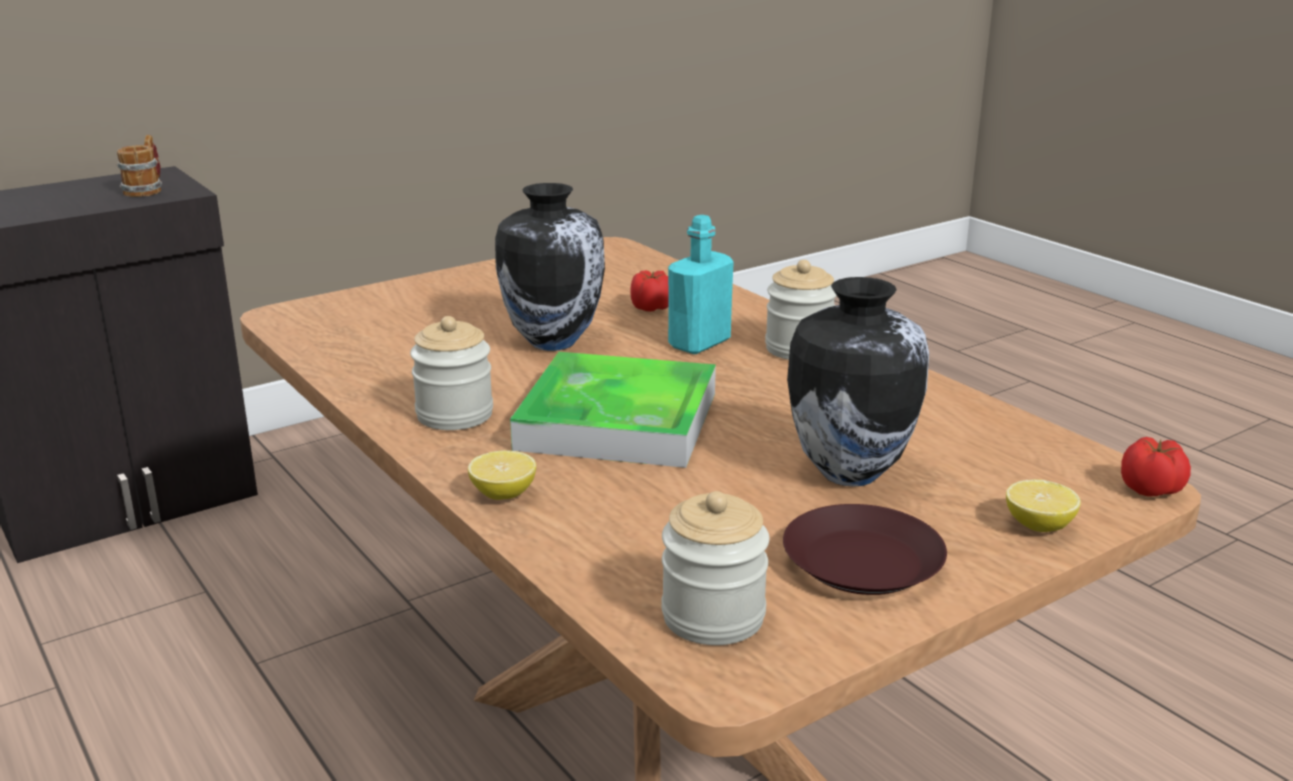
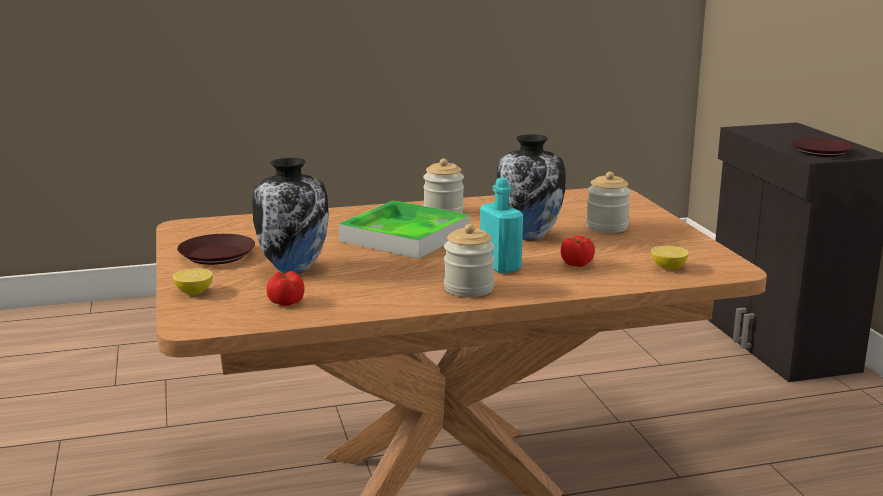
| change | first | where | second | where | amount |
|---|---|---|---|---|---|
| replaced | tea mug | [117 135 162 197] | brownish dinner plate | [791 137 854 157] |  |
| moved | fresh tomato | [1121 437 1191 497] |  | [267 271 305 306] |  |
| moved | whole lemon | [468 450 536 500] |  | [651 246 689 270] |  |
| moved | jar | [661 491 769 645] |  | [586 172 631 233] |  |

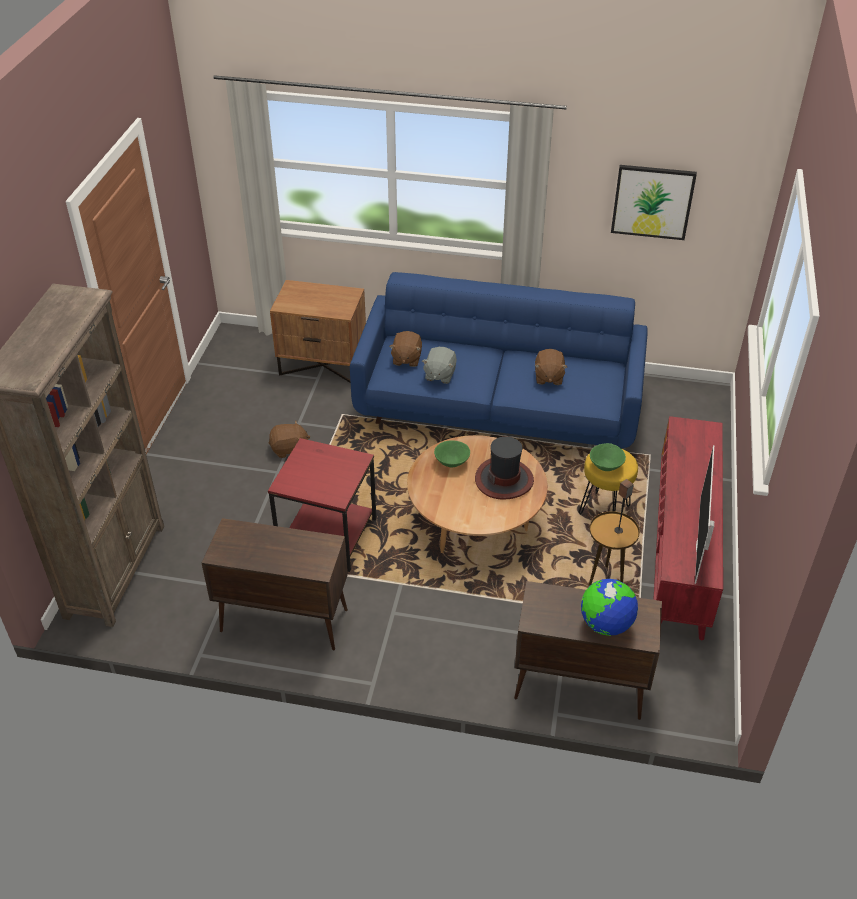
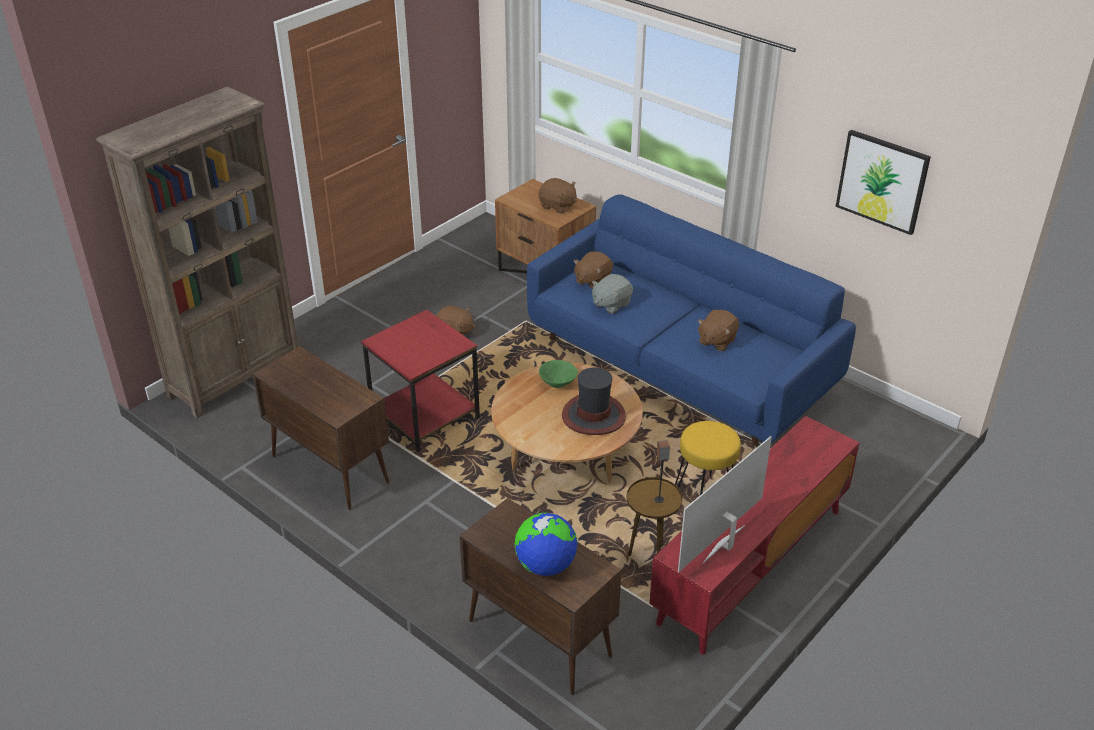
| change | first | where | second | where | amount |
|---|---|---|---|---|---|
| removed | greenish deep dish | [590 443 626 471] |  |  |  |
| added |  |  | brownish plush toy | [538 178 577 213] |  |

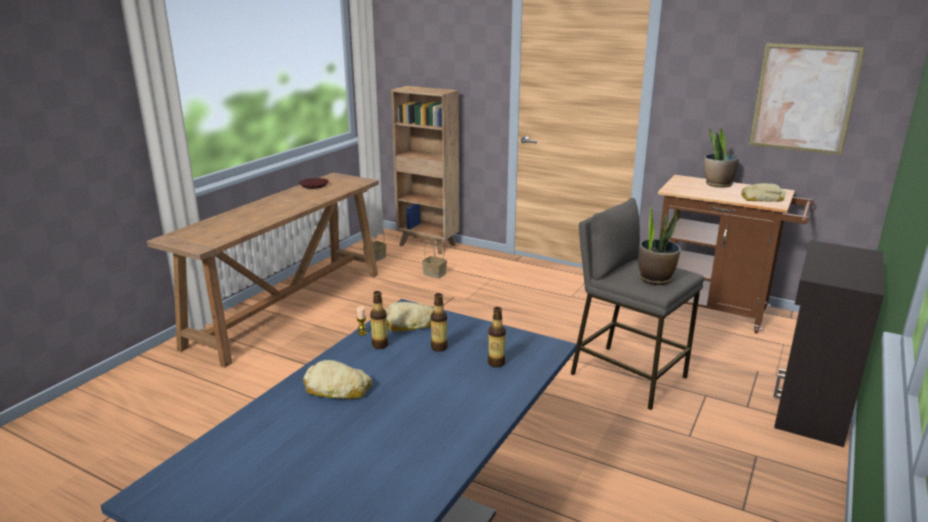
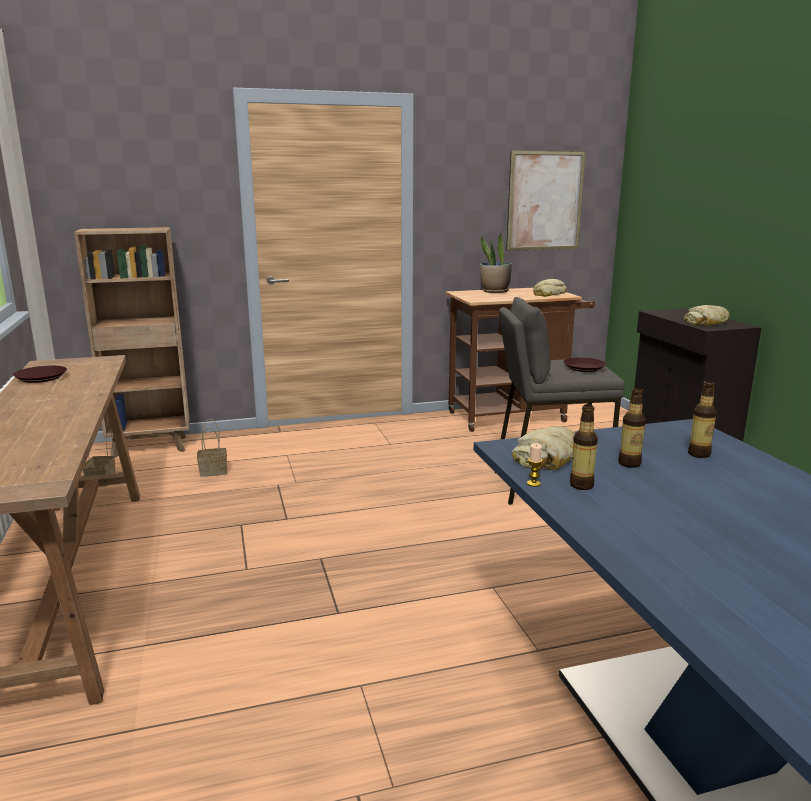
| change | first | where | second | where | amount |
|---|---|---|---|---|---|
| replaced | potted plant | [638 204 681 285] | brownish dinner plate | [563 358 606 372] |  |
| moved | bread | [303 360 372 399] |  | [684 305 729 326] |  |

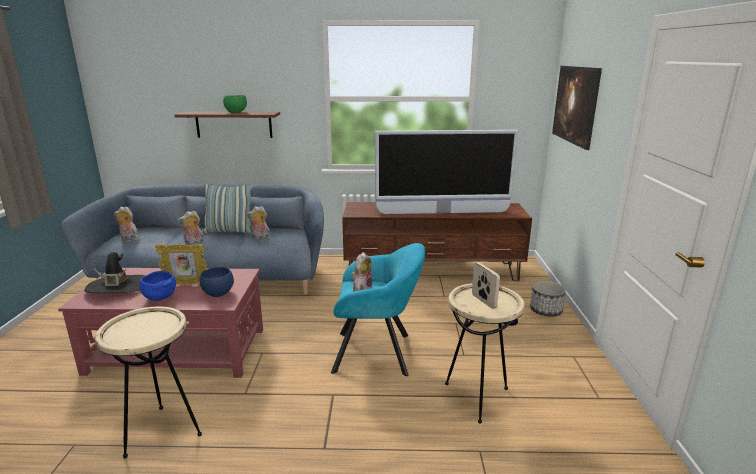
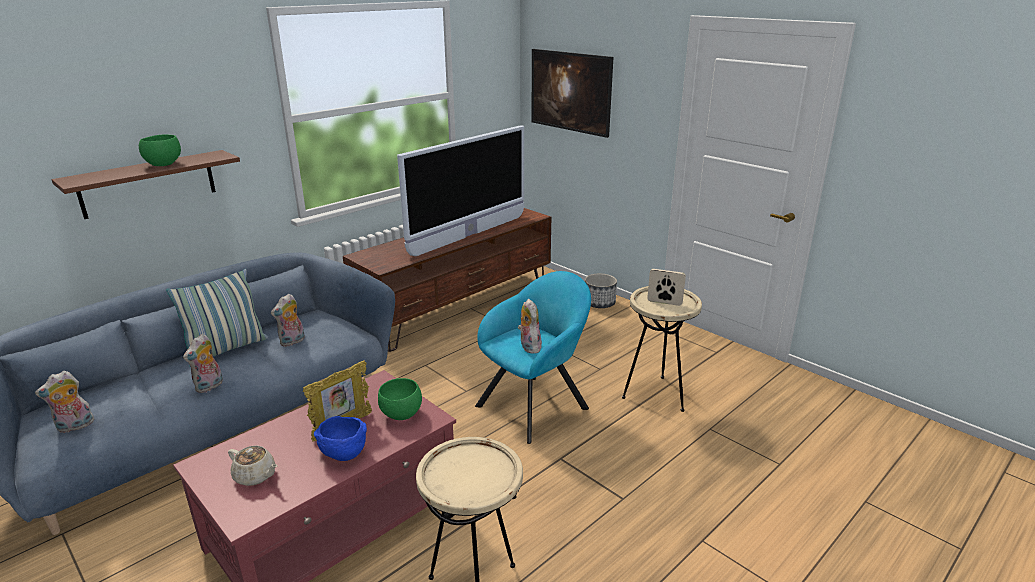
| change | first | where | second | where | amount |
|---|---|---|---|---|---|
| replaced | black-coloured hat | [84 252 146 293] | beige-coloured pot for tea | [228 446 278 486] |  |
| recoloured | blue deep dish | [200 267 234 297] | greenish deep dish | [378 378 422 420] |  |

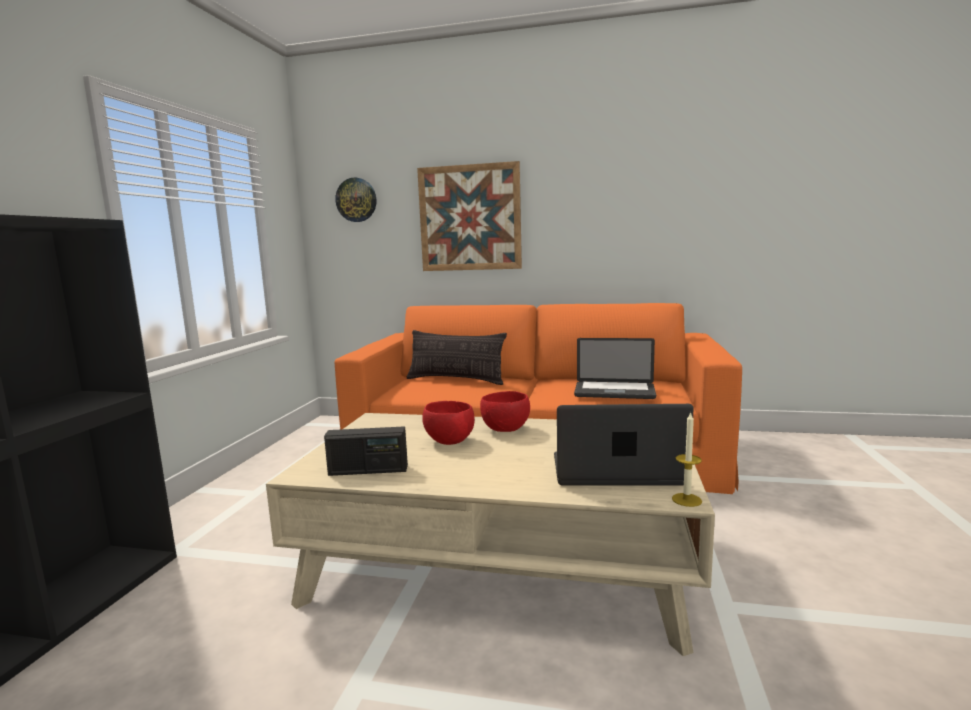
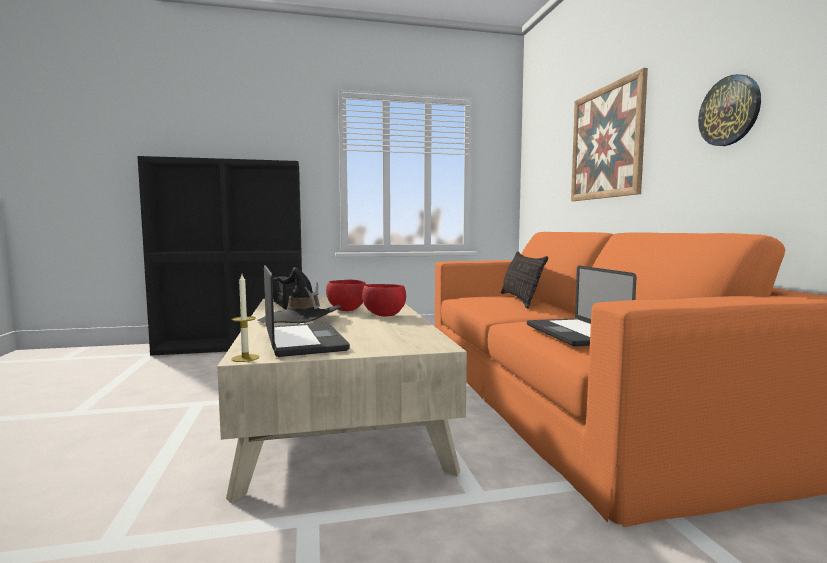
| change | first | where | second | where | amount |
|---|---|---|---|---|---|
| moved | clock on the wall | [335 177 377 222] |  | [698 74 761 146] |  |
| added |  |  | black-coloured hat | [257 267 341 323] |  |

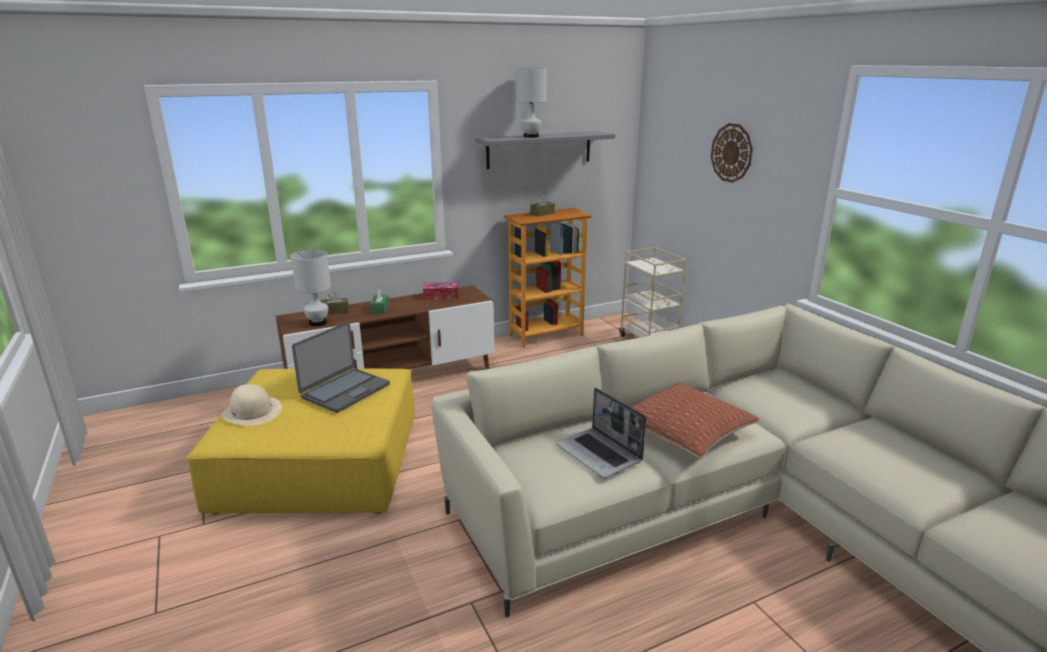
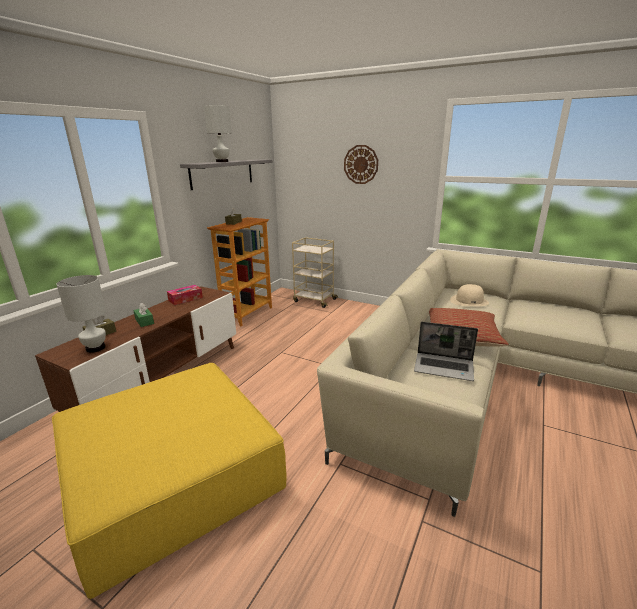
| change | first | where | second | where | amount |
|---|---|---|---|---|---|
| removed | portable computer | [292 322 390 413] |  |  |  |
| moved | beige-coloured hat | [221 384 282 426] |  | [450 284 489 306] |  |

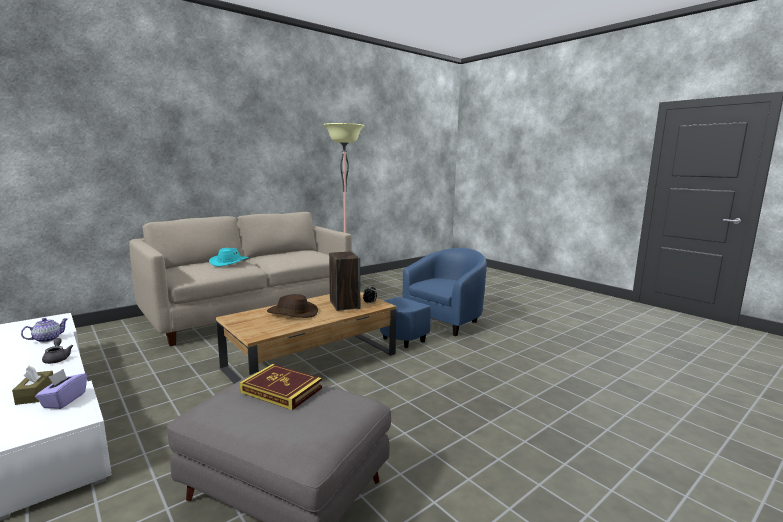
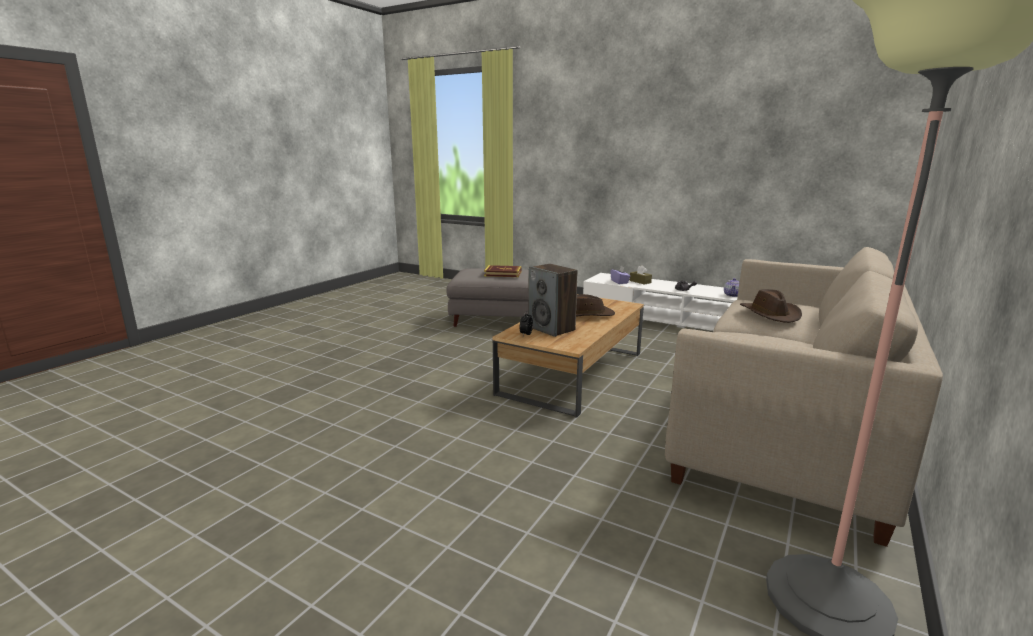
| change | first | where | second | where | amount |
|---|---|---|---|---|---|
| recoloured | turquoise-coloured hat | [209 248 249 267] | brownish hat | [740 289 802 323] |  |
| removed | blue armchair | [380 248 487 348] |  |  |  |

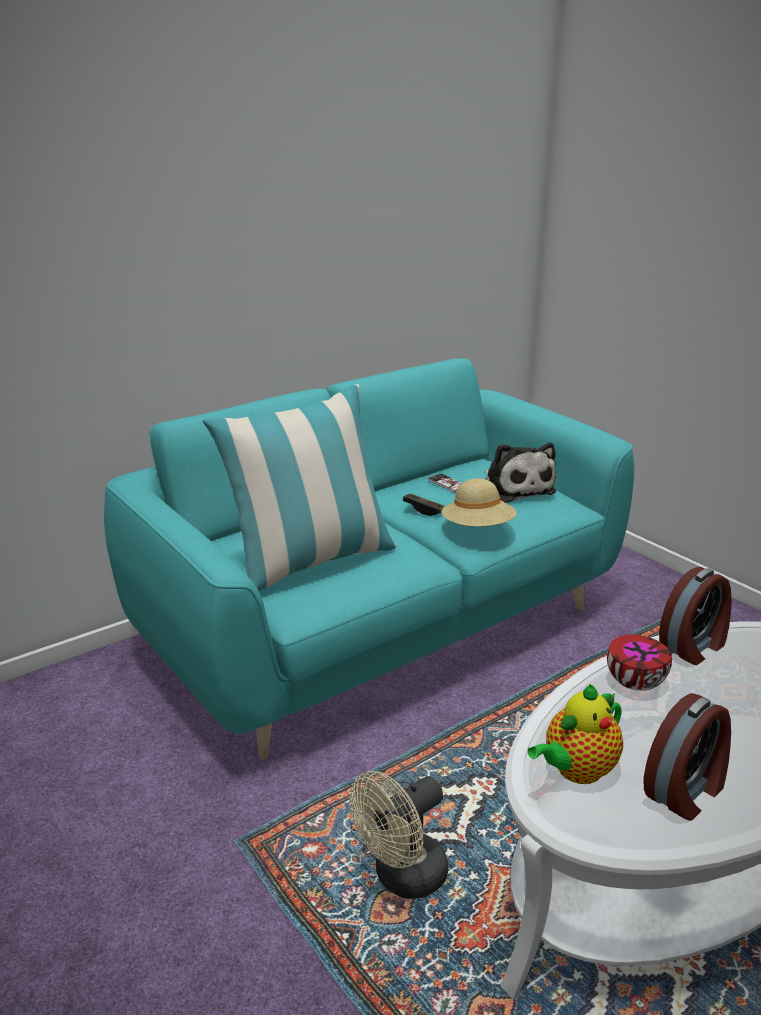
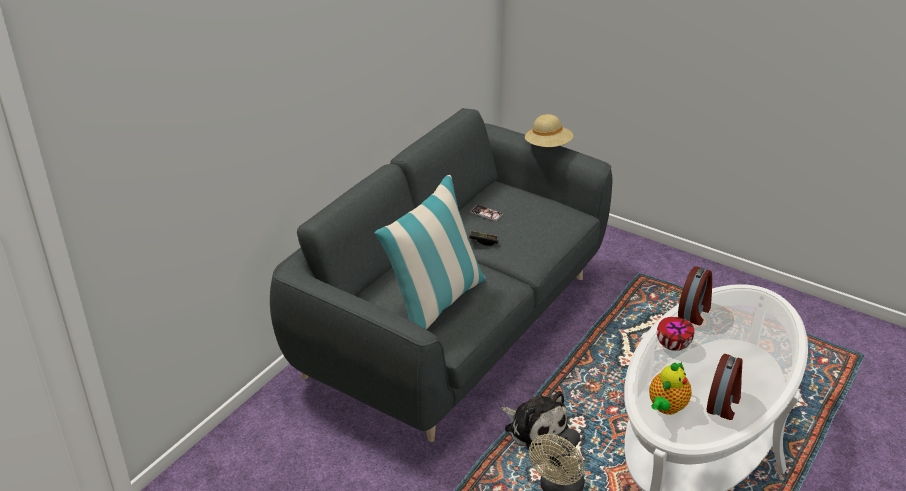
| change | first | where | second | where | amount |
|---|---|---|---|---|---|
| recoloured | turquoise-coloured sofa | [104 358 634 760] | gray sofa | [270 108 612 442] |  |
| moved | plush toy | [485 443 556 503] |  | [501 391 569 451] |  |
| moved | beige-coloured hat | [441 478 517 527] |  | [525 114 573 147] |  |

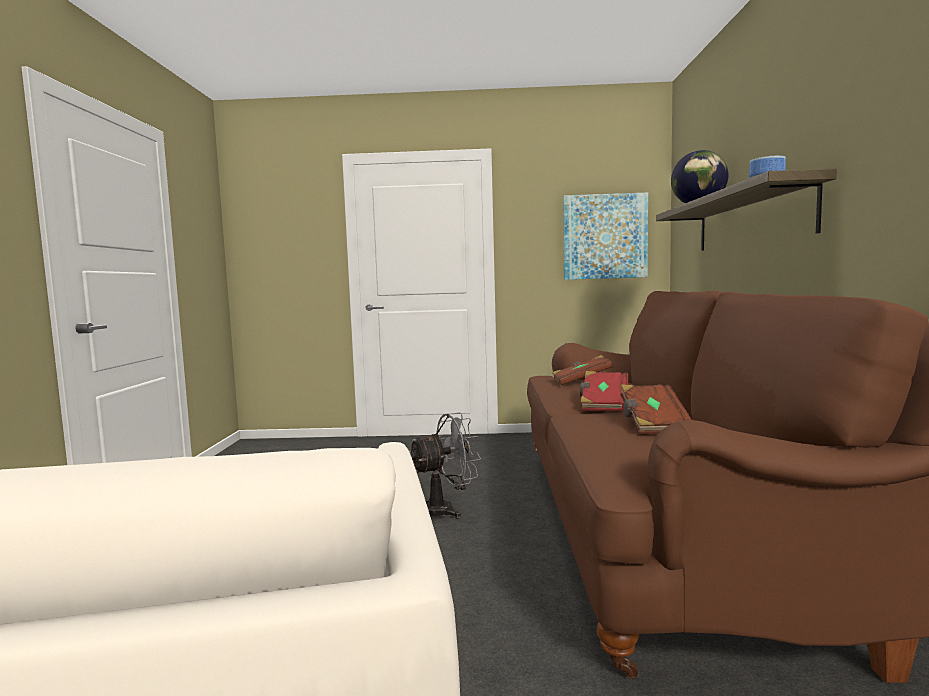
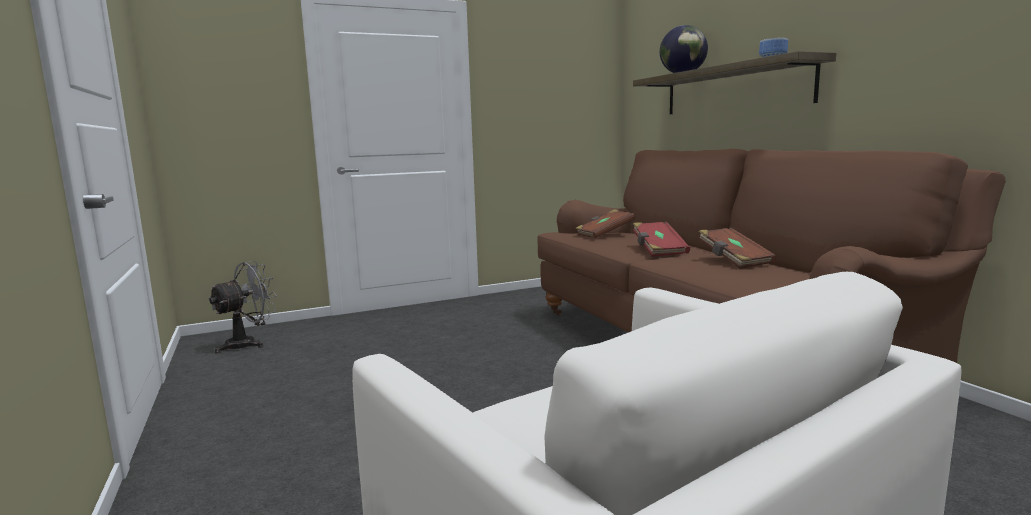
| change | first | where | second | where | amount |
|---|---|---|---|---|---|
| removed | wall art | [563 192 648 280] |  |  |  |
| moved | gray electric fan | [409 412 481 519] |  | [208 261 277 353] |  |

